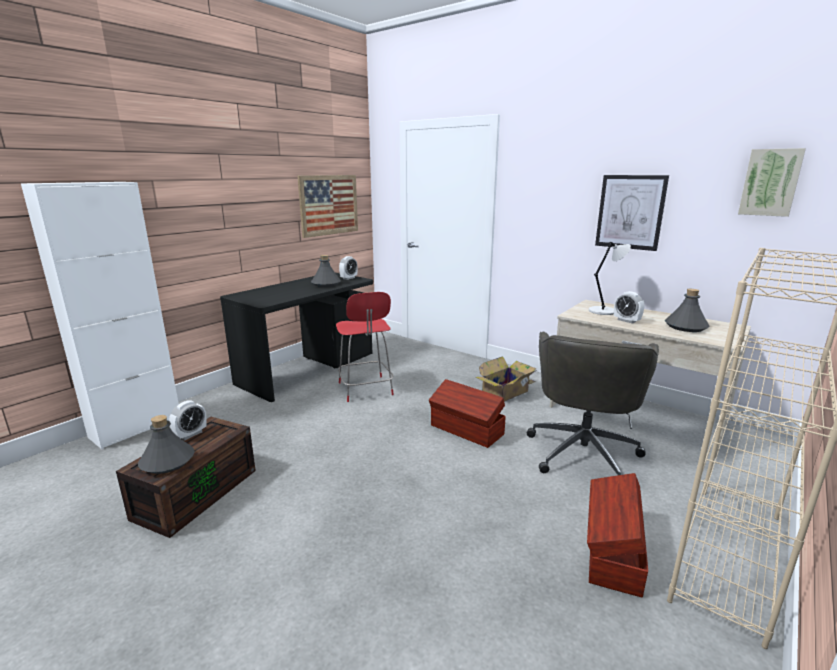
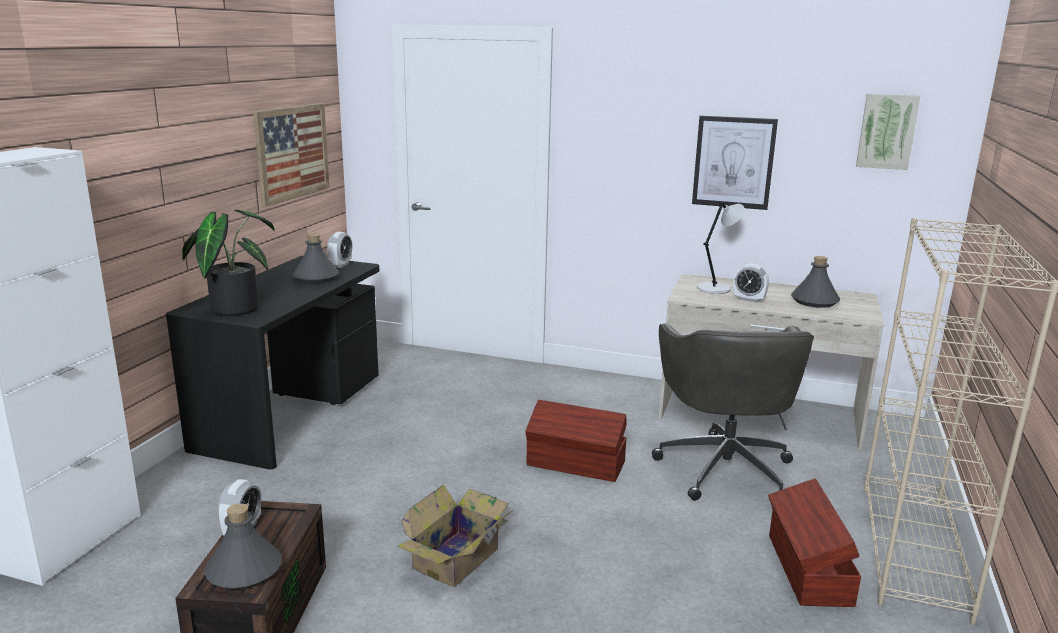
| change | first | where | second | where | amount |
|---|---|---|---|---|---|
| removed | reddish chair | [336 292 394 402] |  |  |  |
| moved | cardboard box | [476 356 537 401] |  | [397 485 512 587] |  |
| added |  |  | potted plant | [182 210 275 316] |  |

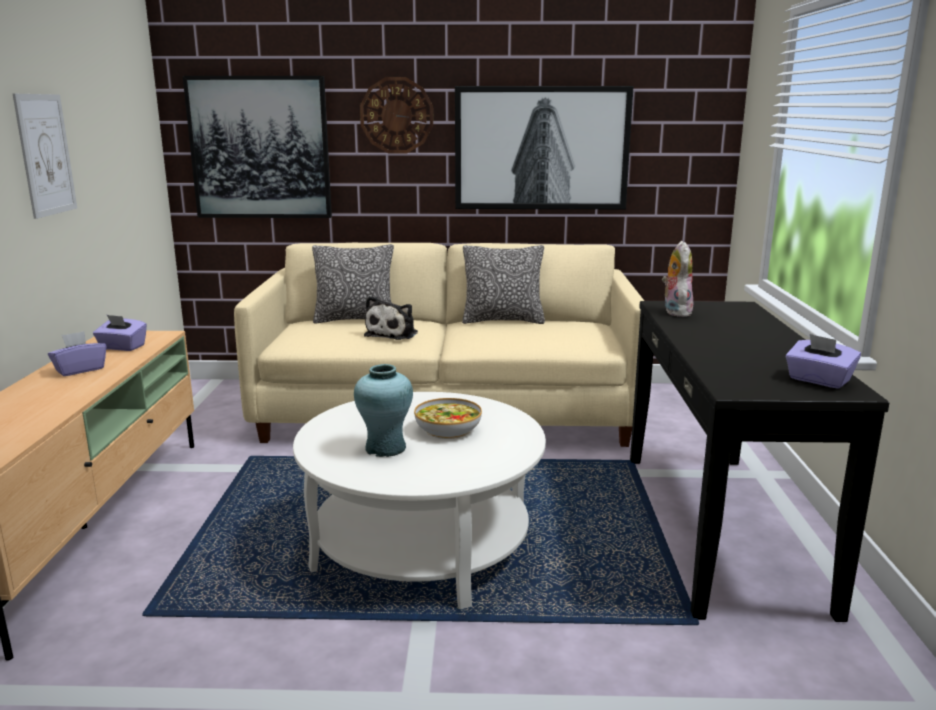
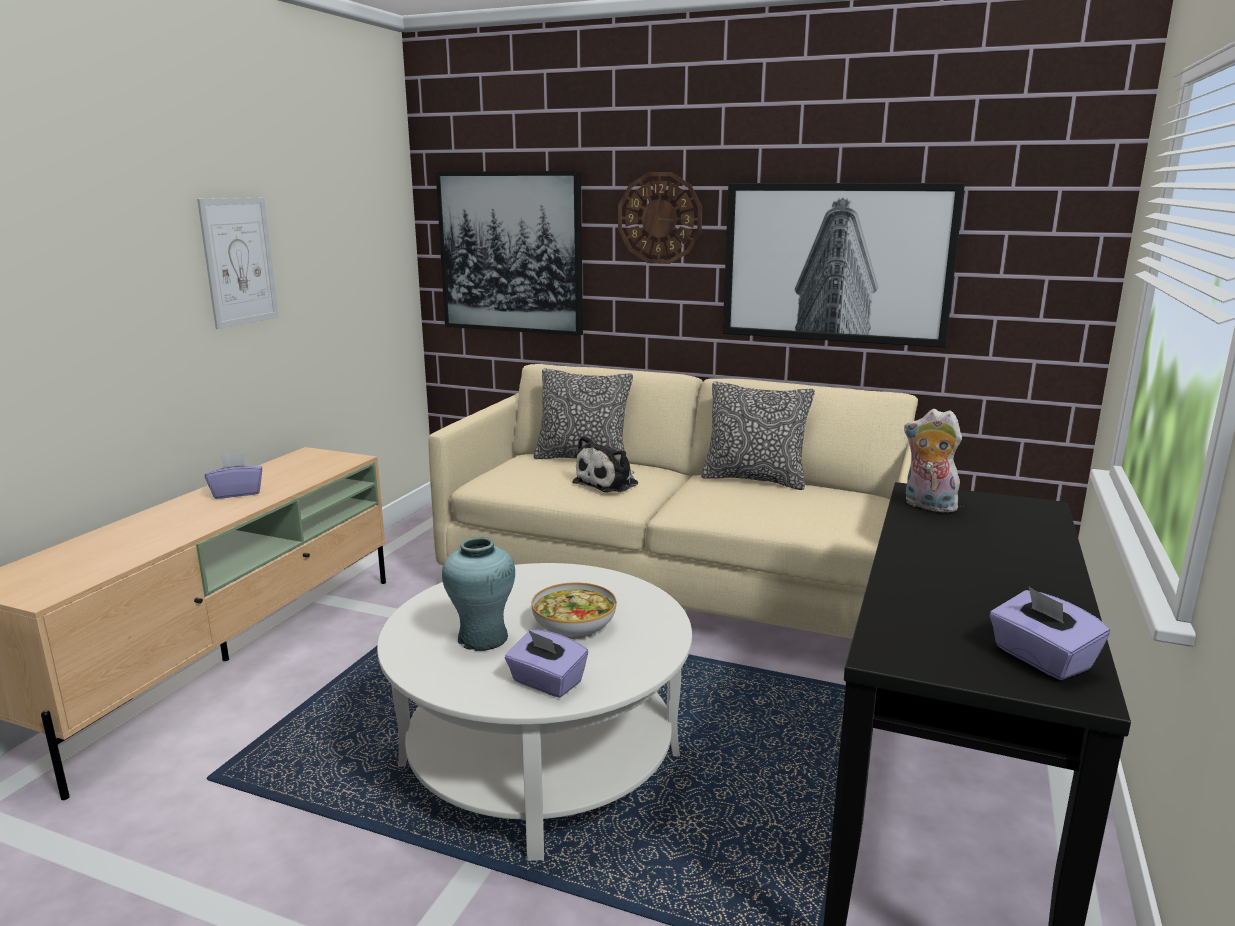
| change | first | where | second | where | amount |
|---|---|---|---|---|---|
| turned | plush toy | [662 241 693 317] |  | [904 409 962 513] | 75 degrees counterclockwise |
| moved | purple-coloured box of tissues | [93 315 147 351] |  | [505 630 588 698] |  |

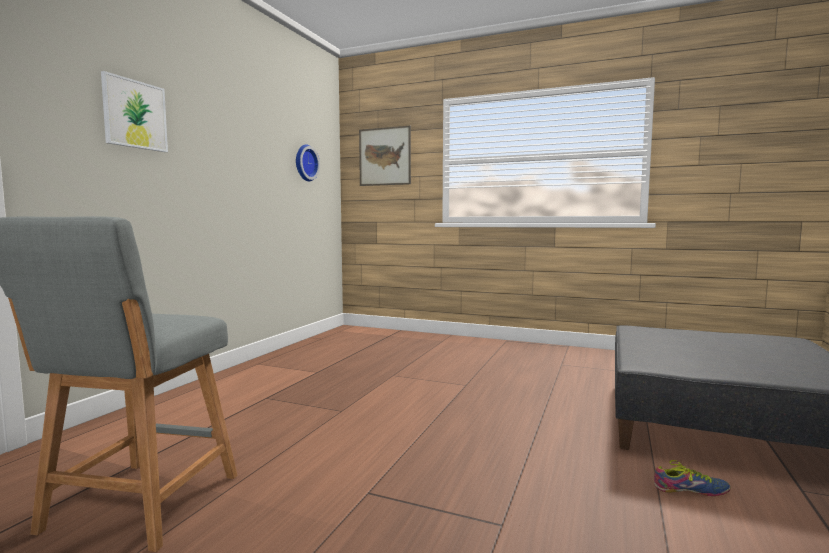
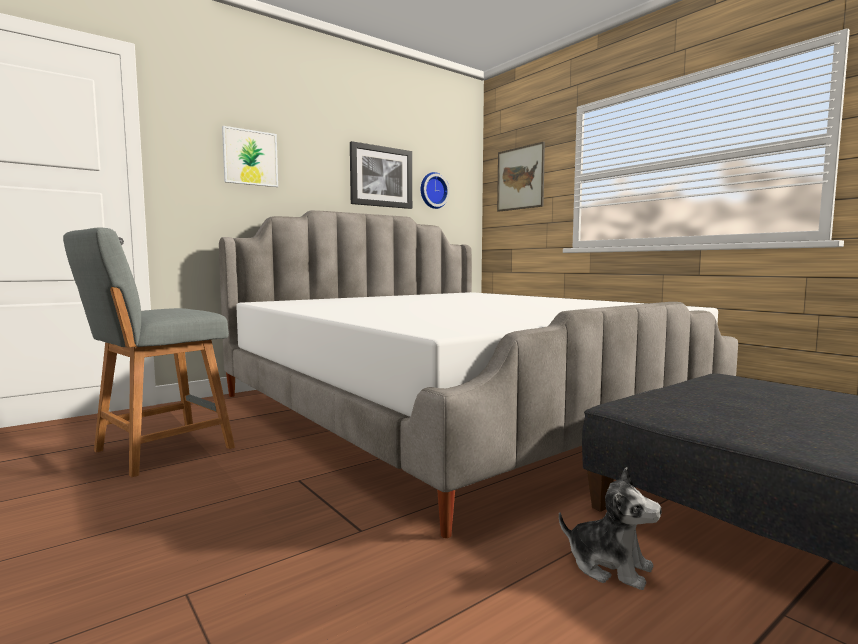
| change | first | where | second | where | amount |
|---|---|---|---|---|---|
| replaced | shoe | [654 460 731 496] | plush toy | [559 467 662 590] |  |
| added |  |  | wall art | [350 141 412 209] |  |
| added |  |  | bed | [219 210 738 538] |  |

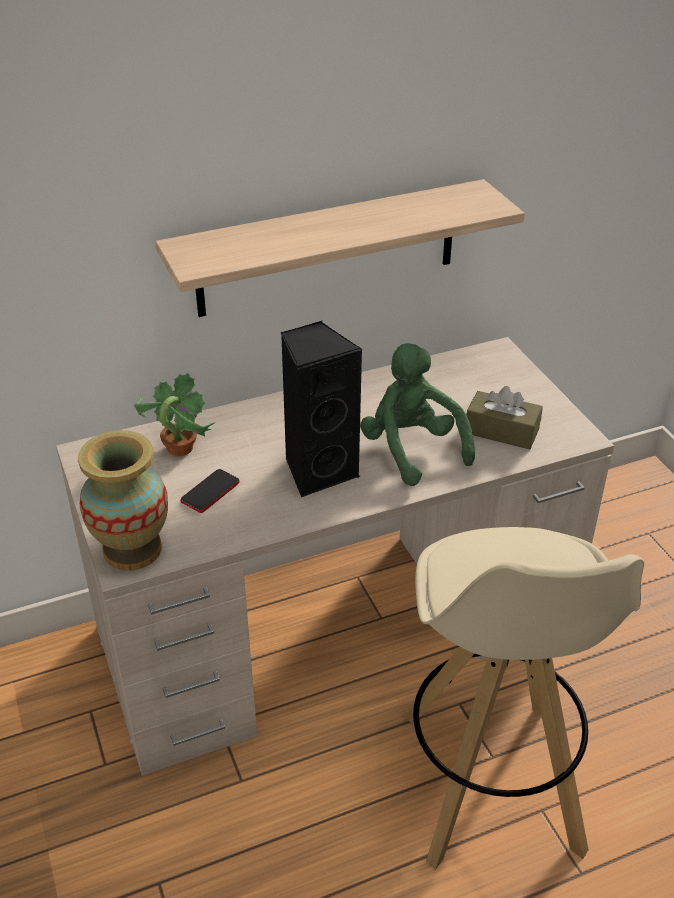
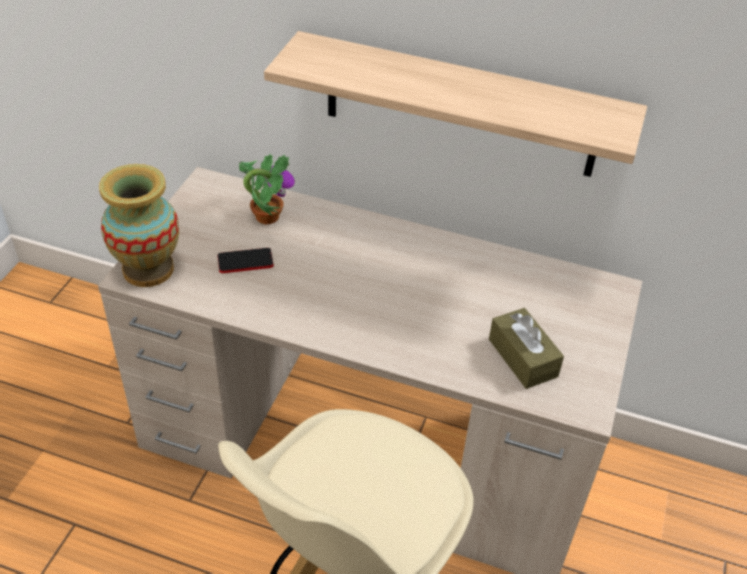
| change | first | where | second | where | amount |
|---|---|---|---|---|---|
| removed | black-coloured loudspeaker | [280 321 363 497] |  |  |  |
| removed | greenish plush toy | [360 343 475 486] |  |  |  |

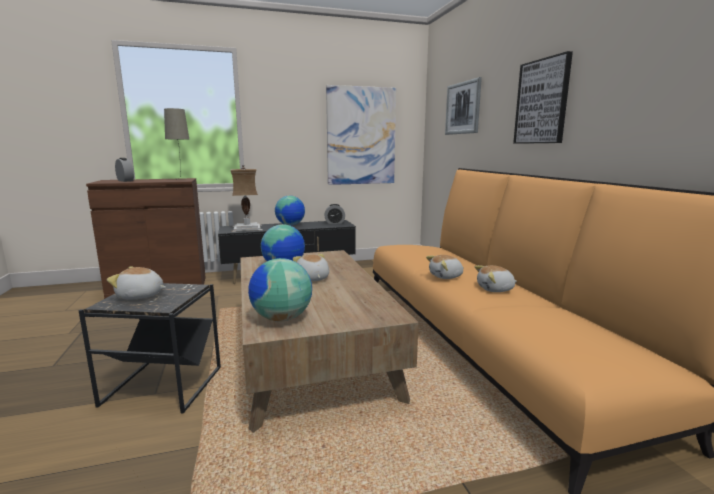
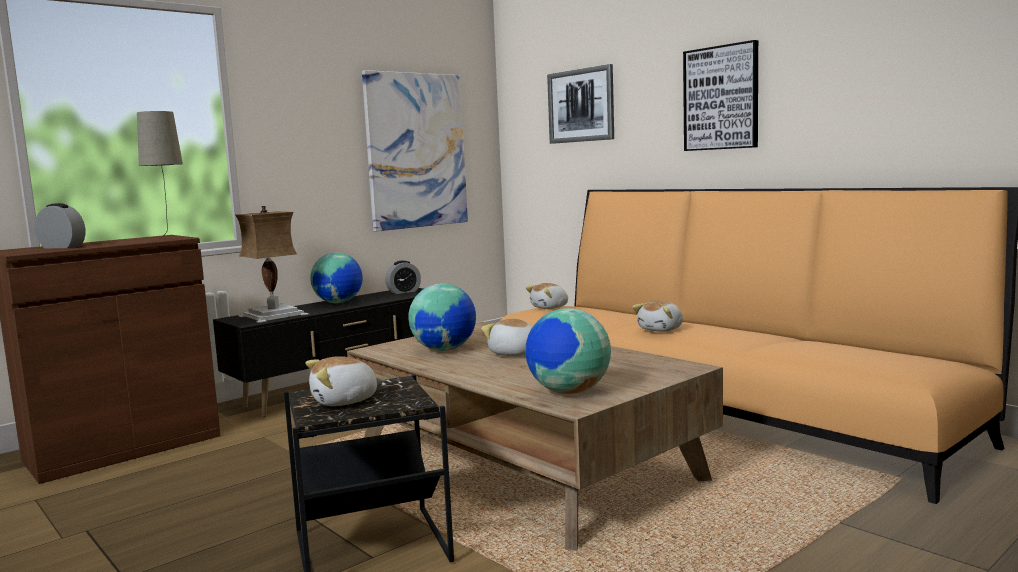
| change | first | where | second | where | amount |
|---|---|---|---|---|---|
| moved | plush toy | [475 265 517 292] |  | [525 283 568 309] |  |

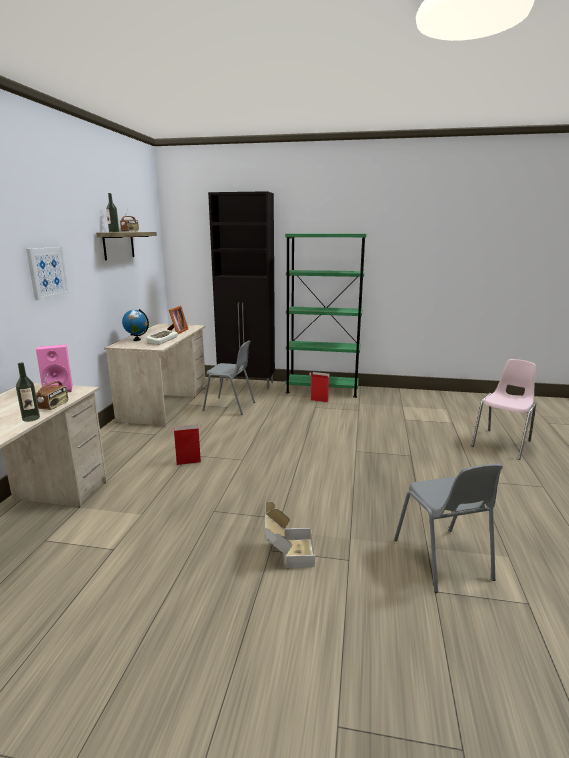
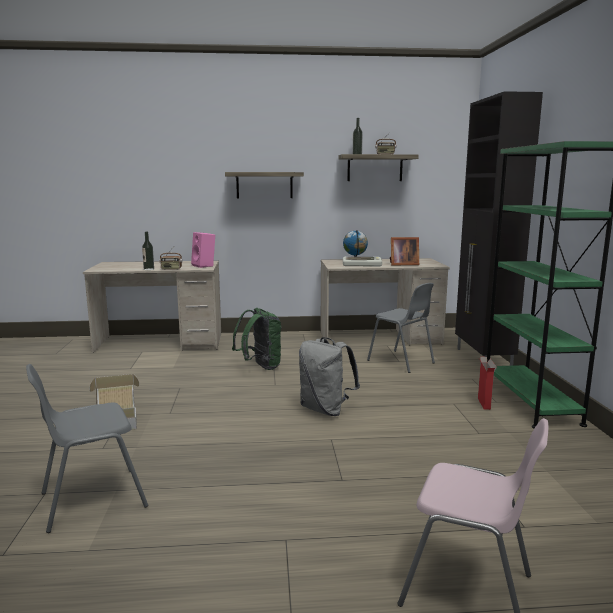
| change | first | where | second | where | amount |
|---|---|---|---|---|---|
| replaced | wall art | [26 247 69 300] | wall shelf | [225 172 304 198] |  |
| turned | gray chair | [203 341 255 415] |  | [367 283 435 373] | 45 degrees counterclockwise |
| replaced | cardboard box | [172 424 202 465] | greenish backpack | [232 308 282 370] |  |
| added |  |  | gray backpack | [299 337 360 416] |  |

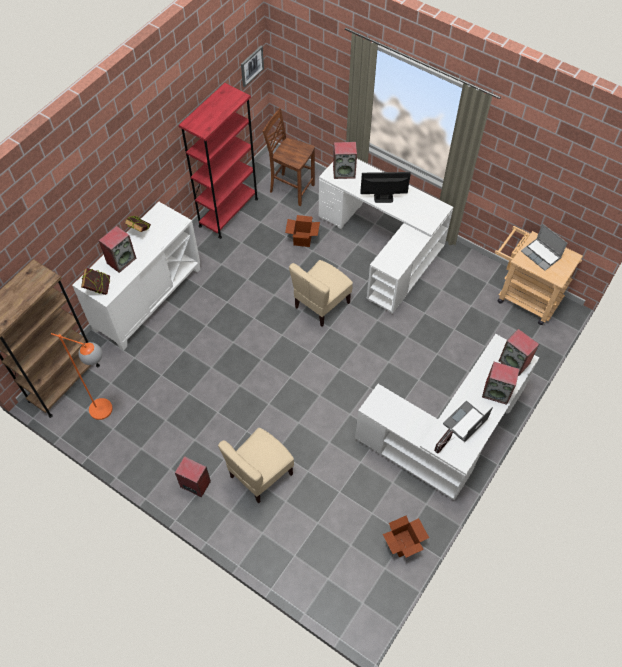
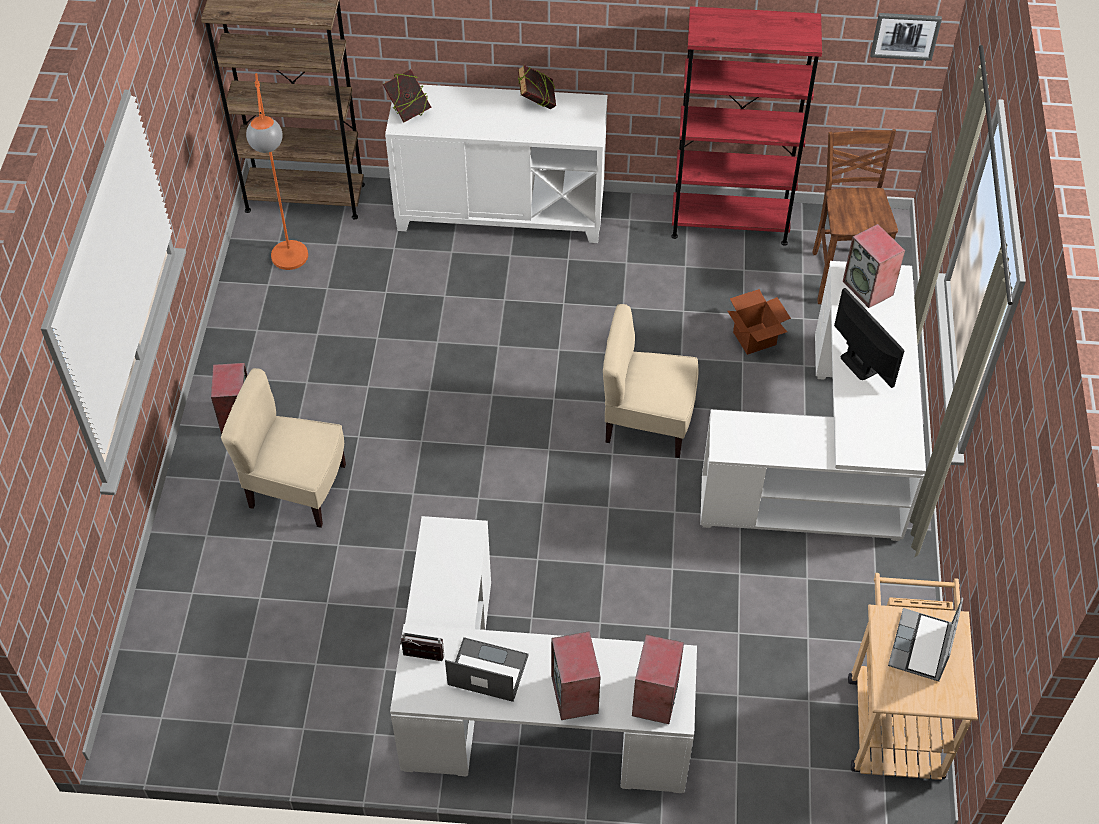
| change | first | where | second | where | amount |
|---|---|---|---|---|---|
| removed | loudspeaker | [99 226 136 273] |  |  |  |
| removed | cardboard box | [383 515 429 558] |  |  |  |

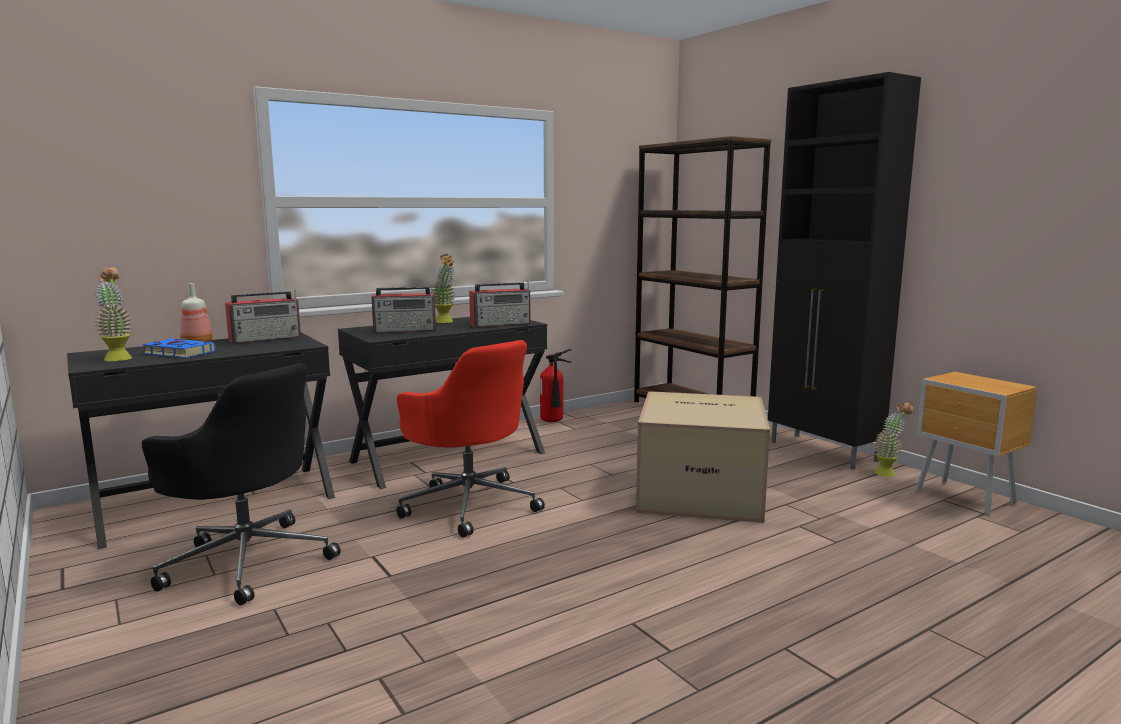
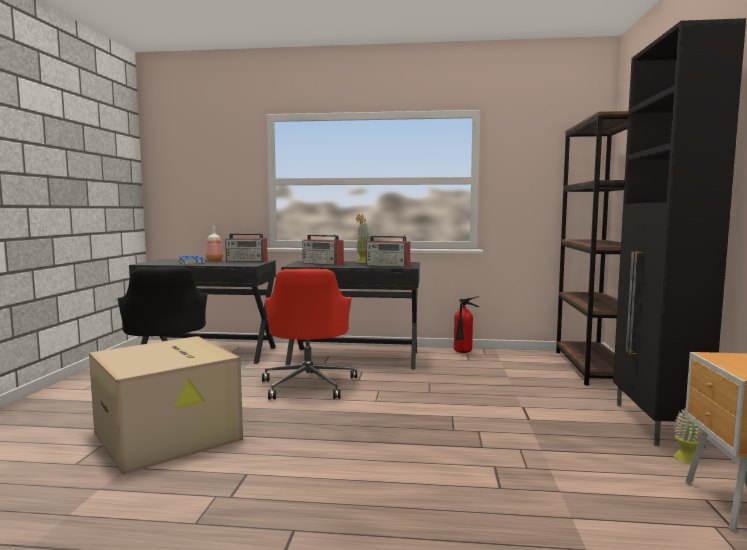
| change | first | where | second | where | amount |
|---|---|---|---|---|---|
| removed | potted plant | [95 267 132 361] |  |  |  |
| moved | cardboard box | [636 391 770 523] |  | [89 336 243 475] |  |

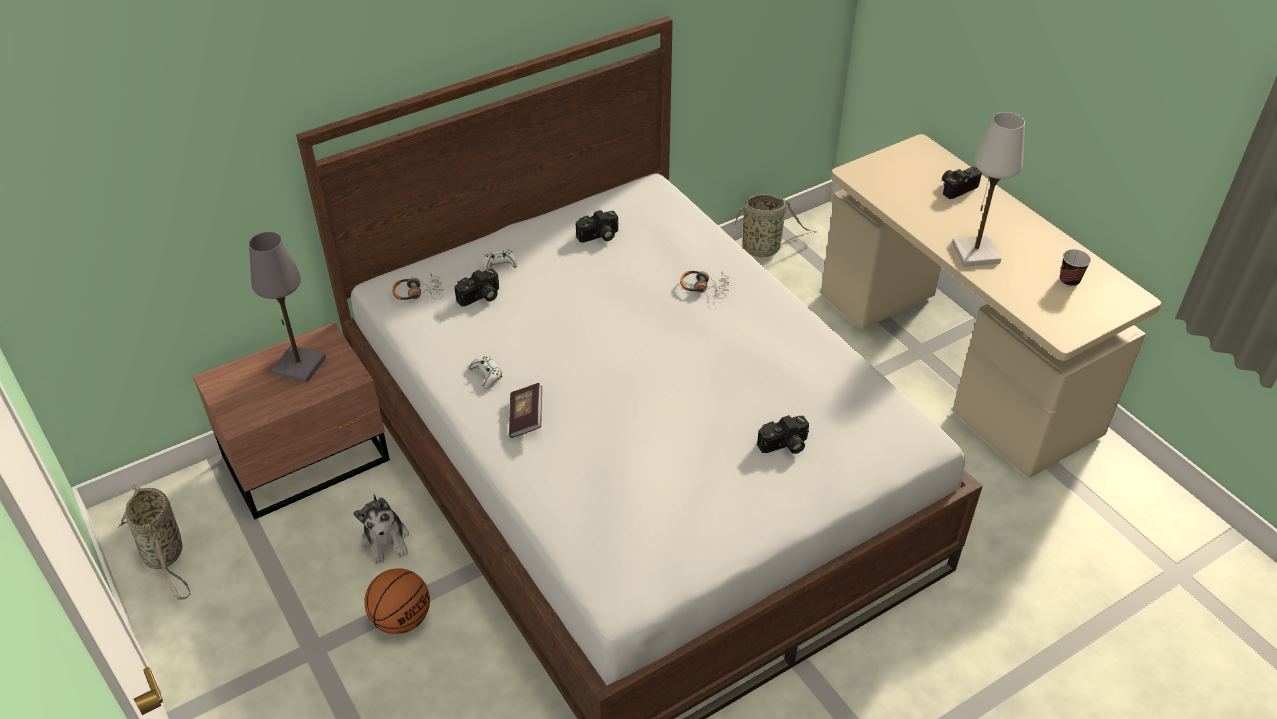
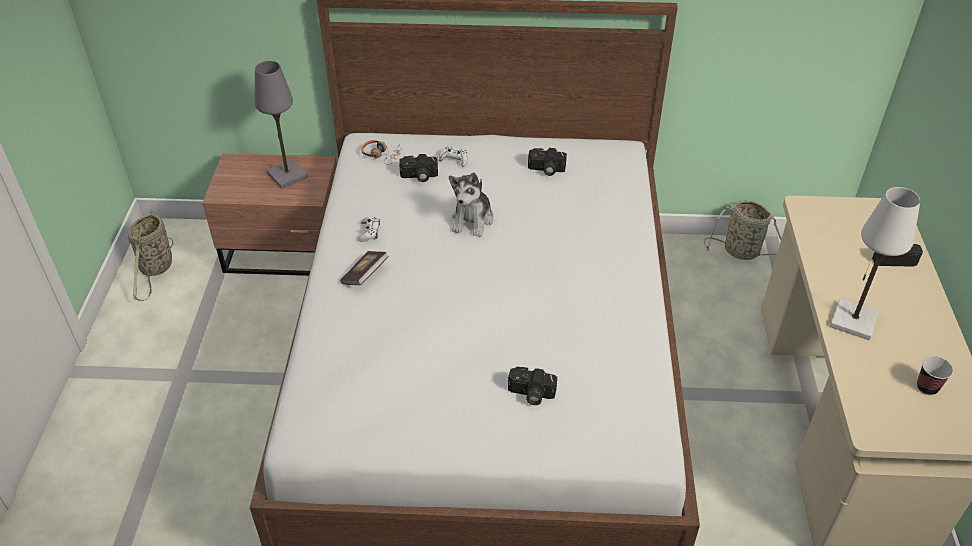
| change | first | where | second | where | amount |
|---|---|---|---|---|---|
| removed | headphones | [680 271 729 299] |  |  |  |
| moved | plush toy | [353 494 409 565] |  | [449 172 494 237] |  |
| removed | basketball | [364 568 430 634] |  |  |  |

